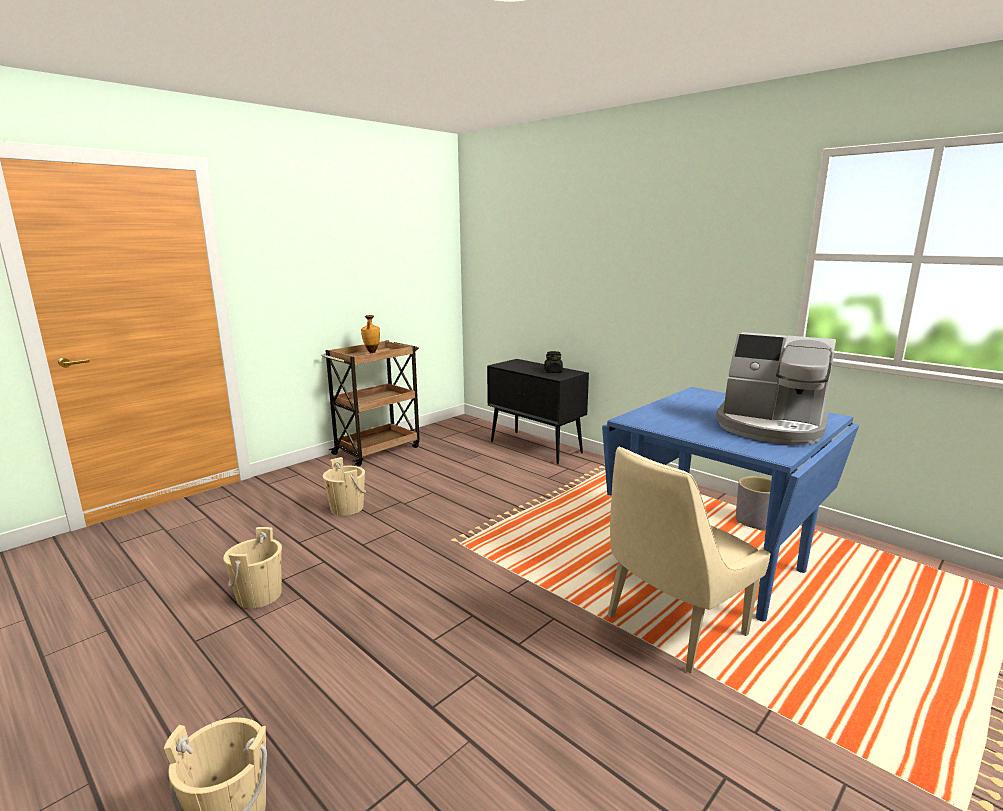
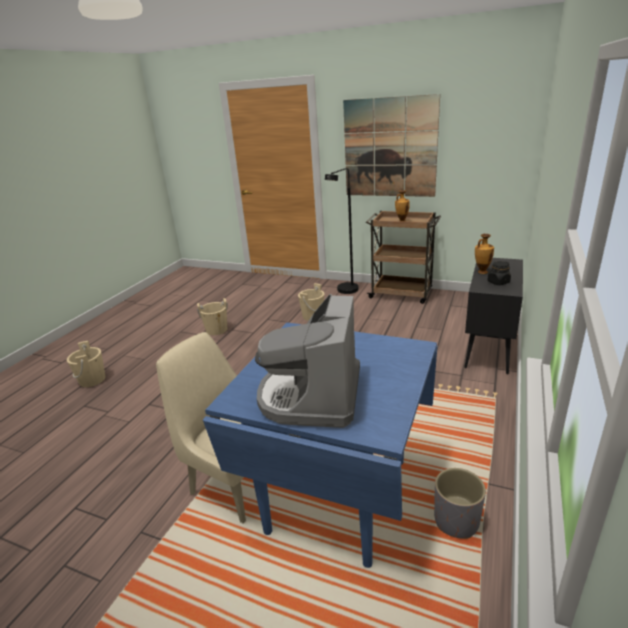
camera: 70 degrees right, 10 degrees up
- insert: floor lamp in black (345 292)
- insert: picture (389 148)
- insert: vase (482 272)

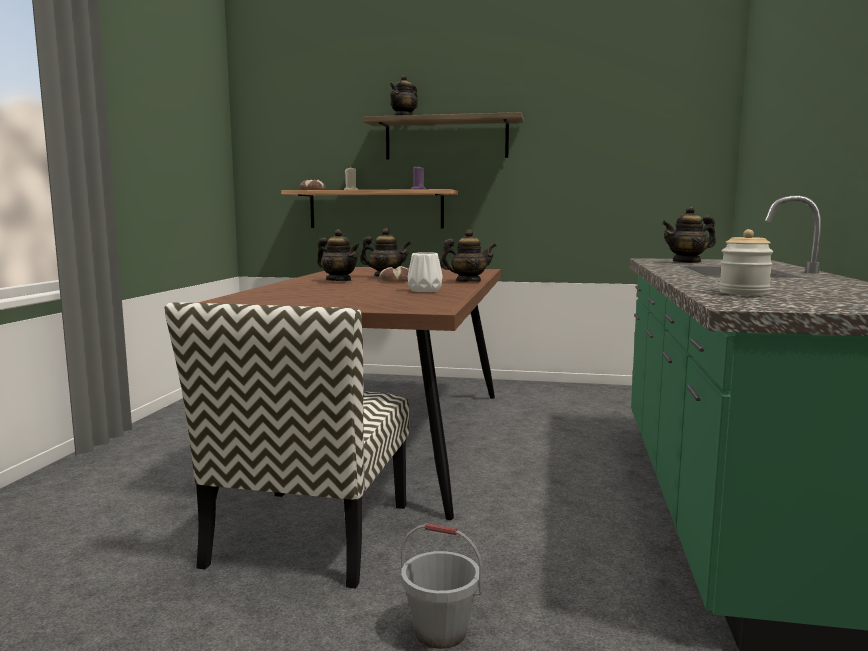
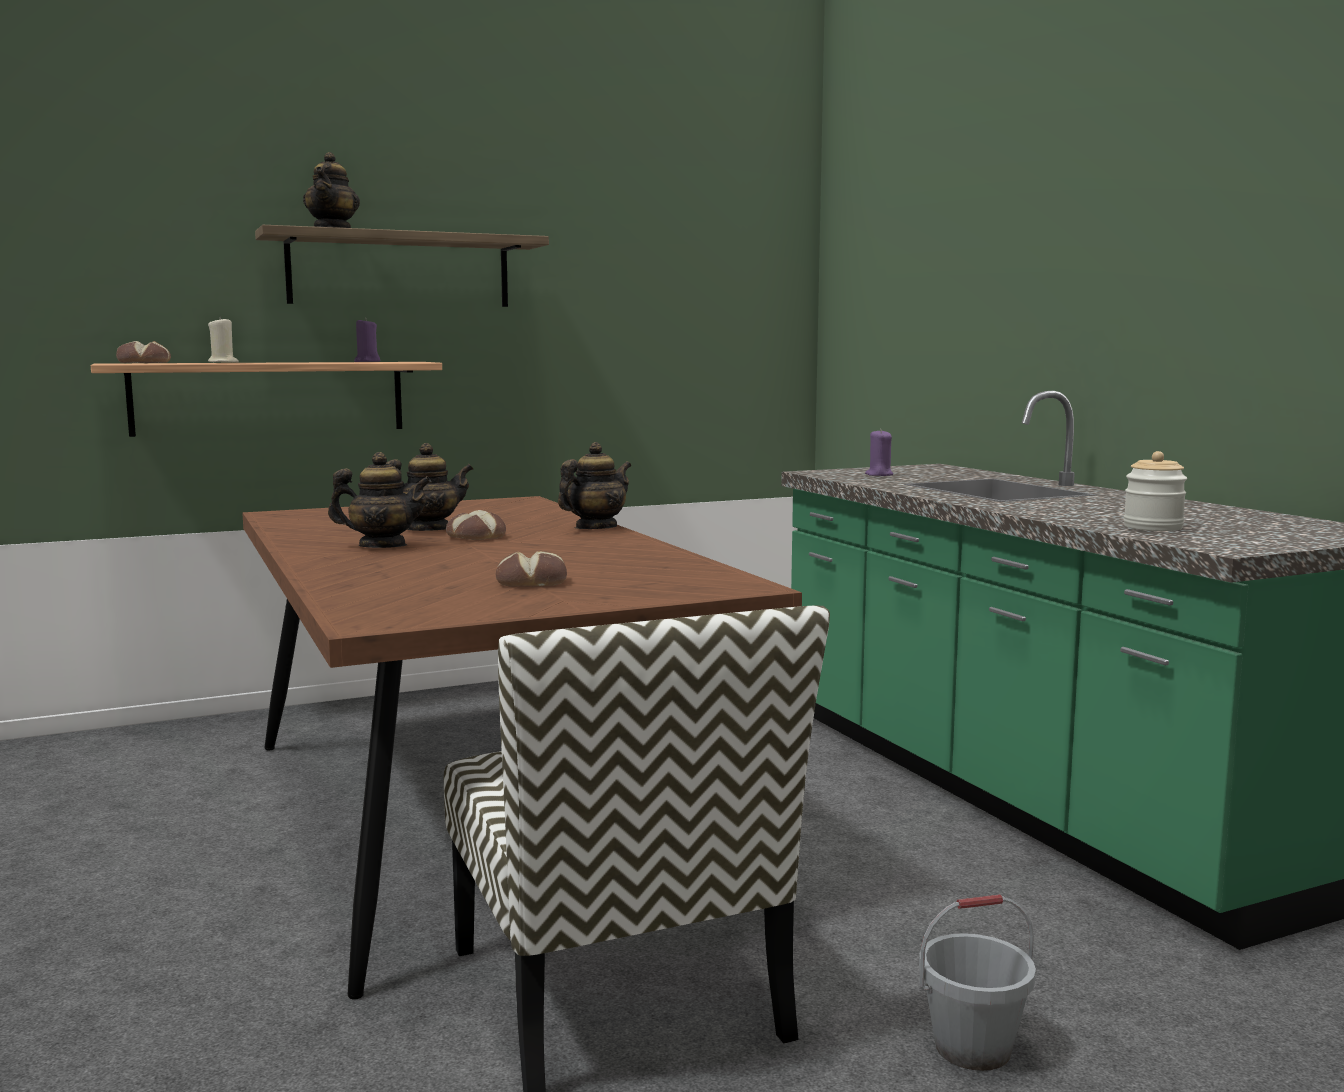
camera: 35 degrees left, 0 degrees up
- delete: vase in white (424 290)
- insert: bread (532 581)
- replace: teapot (687 262) to candle in purple (879 475)

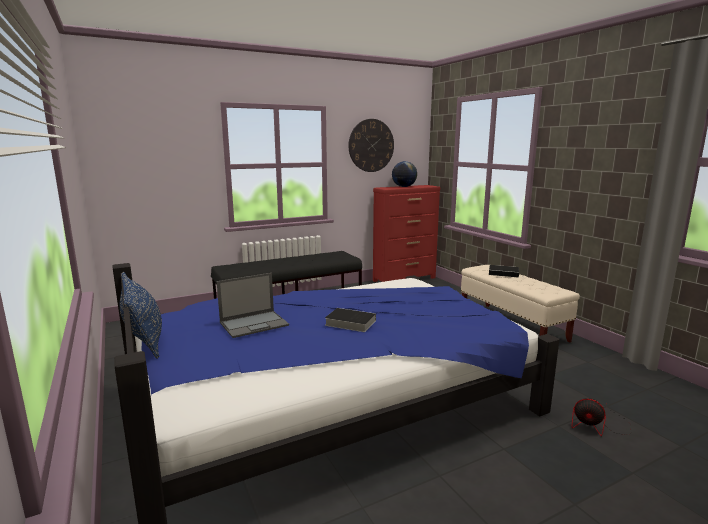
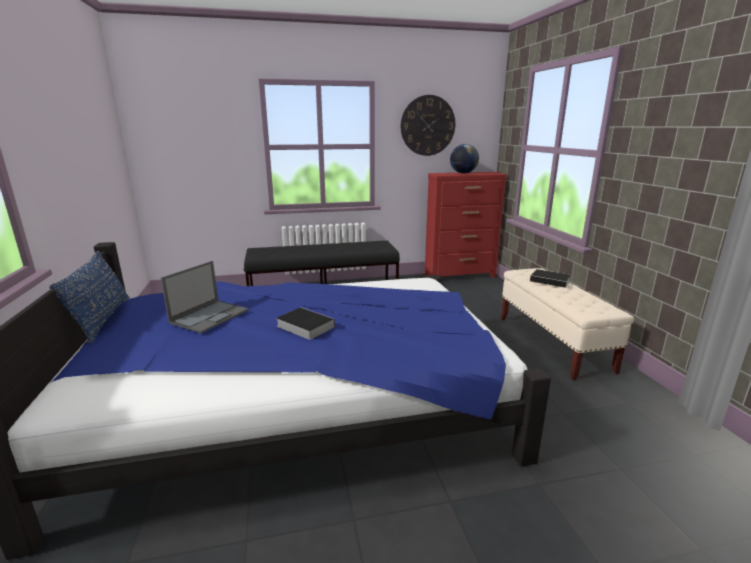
camera: 15 degrees right, 5 degrees up
- delete: fan (598 426)
- rotate: laptop (255 324) = (210 316) 45 degrees counterclockwise

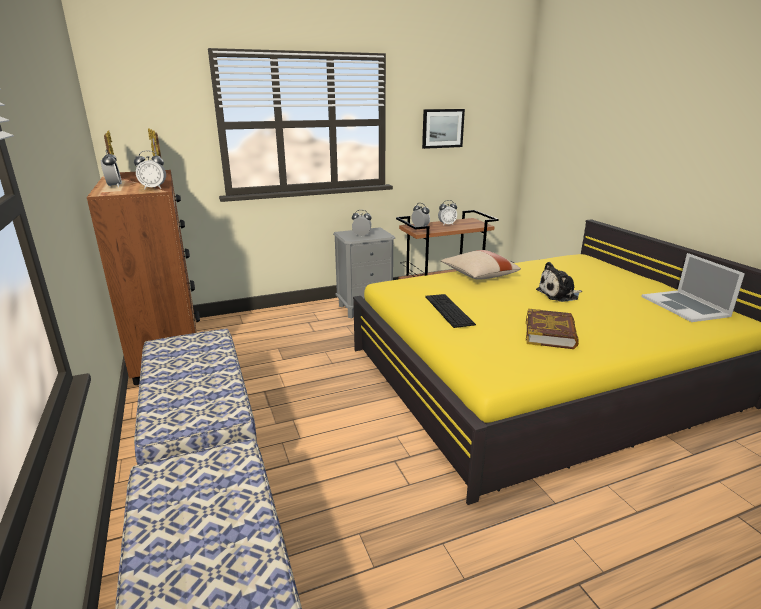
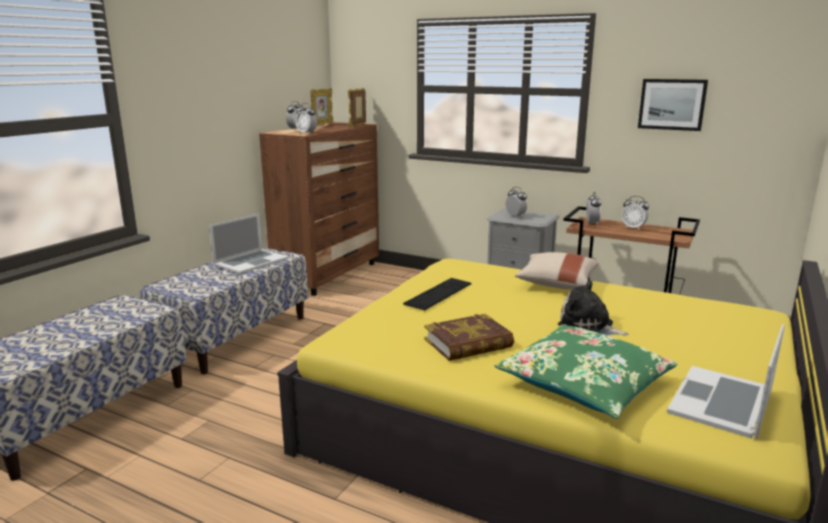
camera: 50 degrees right, 5 degrees down
- insert: laptop (250 261)
- insert: pillow in green (584 383)

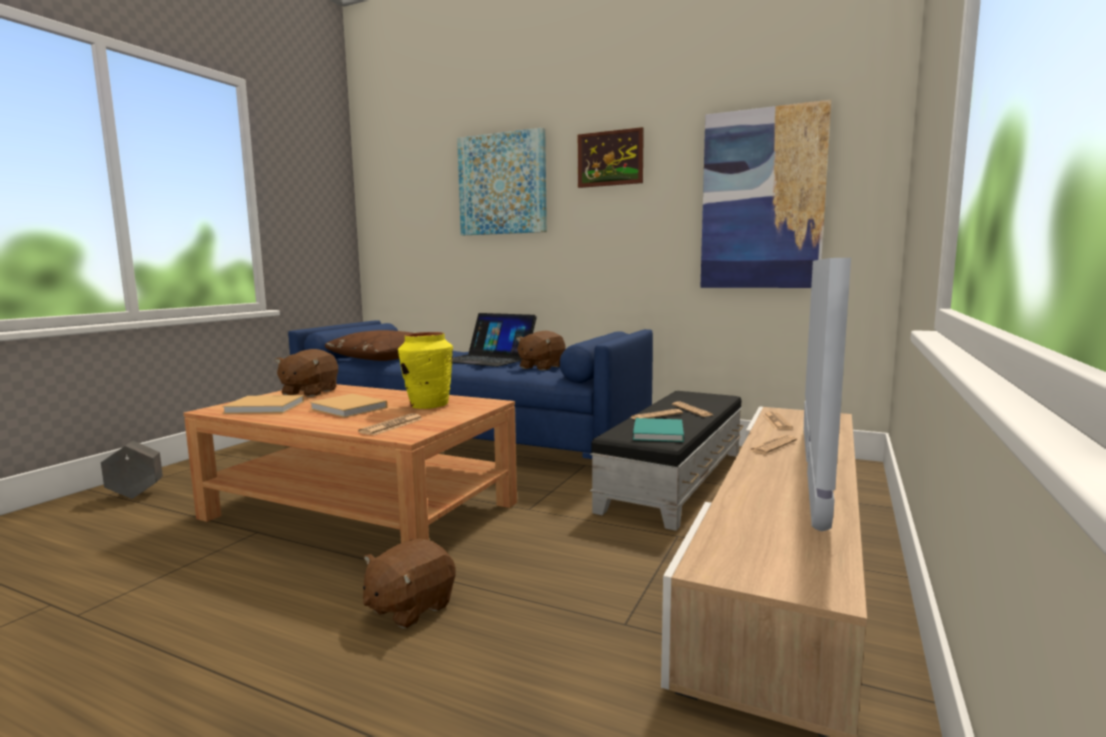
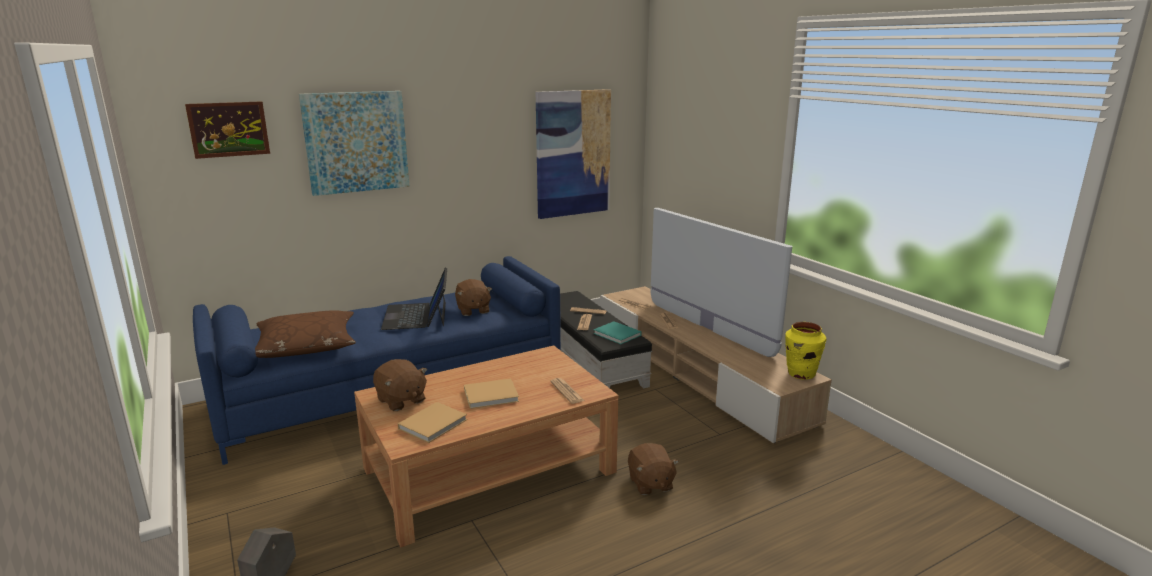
camera: 55 degrees left, 10 degrees up
- move: vase in yellow (428 405) to (801 374)
- move: picture (610 158) to (229 129)
- rotate: laptop (488 359) = (417 315) 105 degrees clockwise

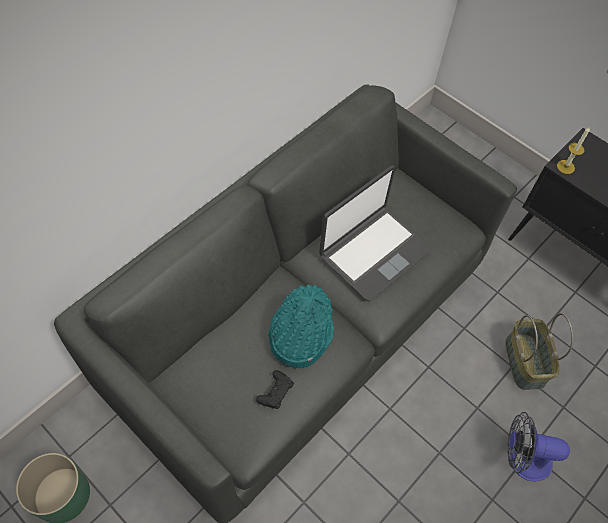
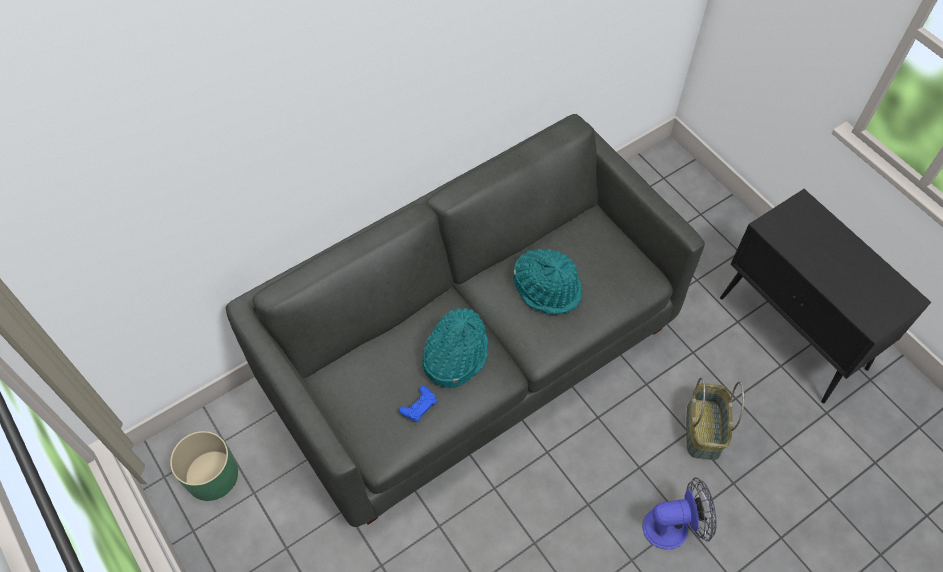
camera: 15 degrees right, 0 degrees up
- delete: candle (565 167)
- replace: laptop (374 252) to hat in turquoise (548 288)
- recolor: game controller in black (275 392) to game controller in blue (419 406)
- rotate: fan (522 458) = (673 526) 150 degrees clockwise

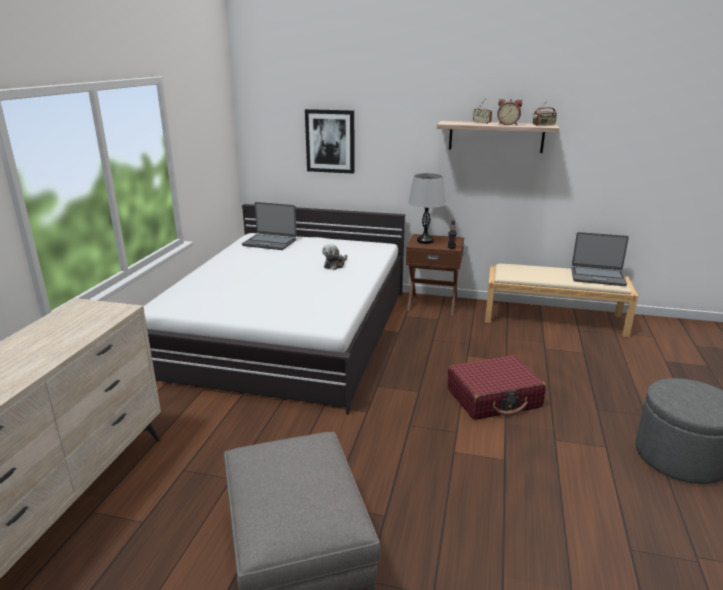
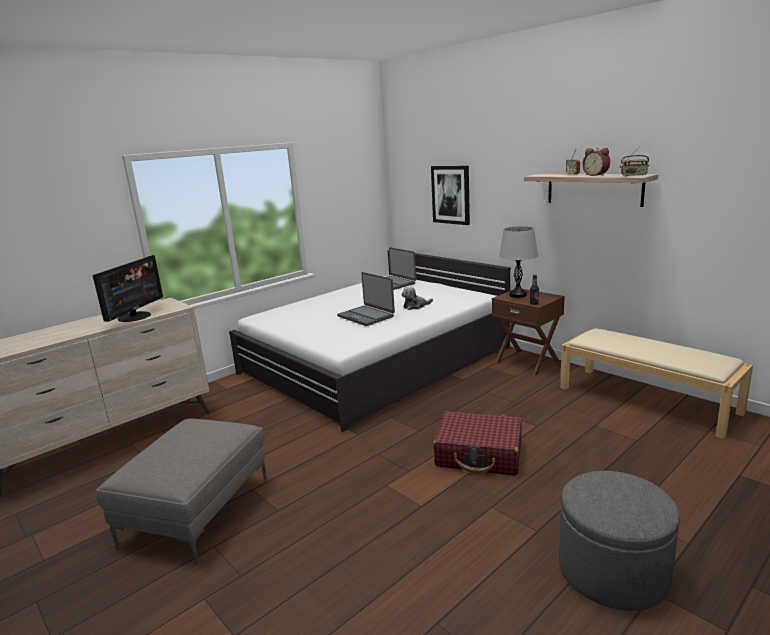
camera: 35 degrees right, 5 degrees down
- insert: monitor (135 316)
- move: laptop (597 277) to (366 316)

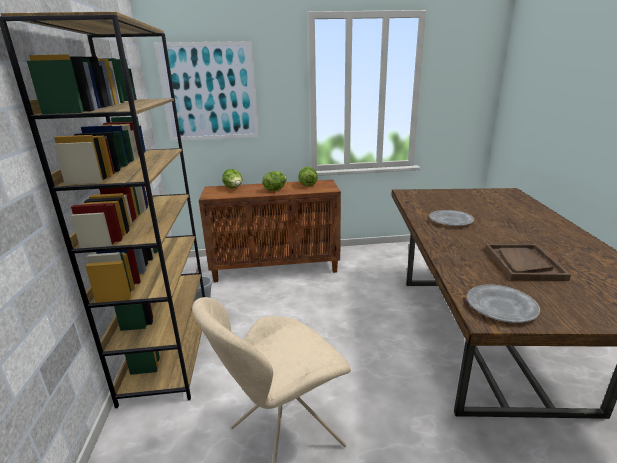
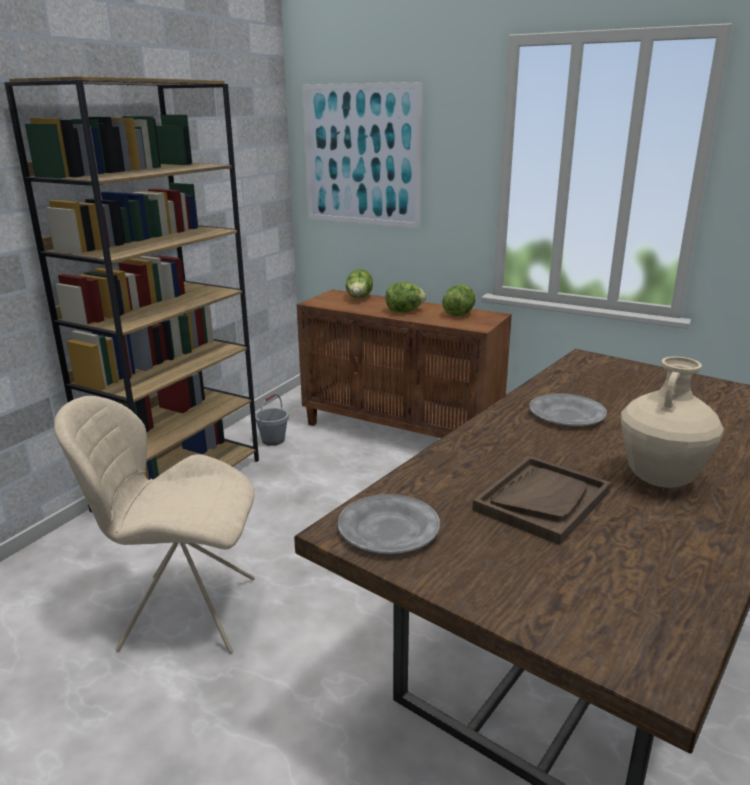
camera: 35 degrees right, 0 degrees up
- insert: vase in beige (660 479)

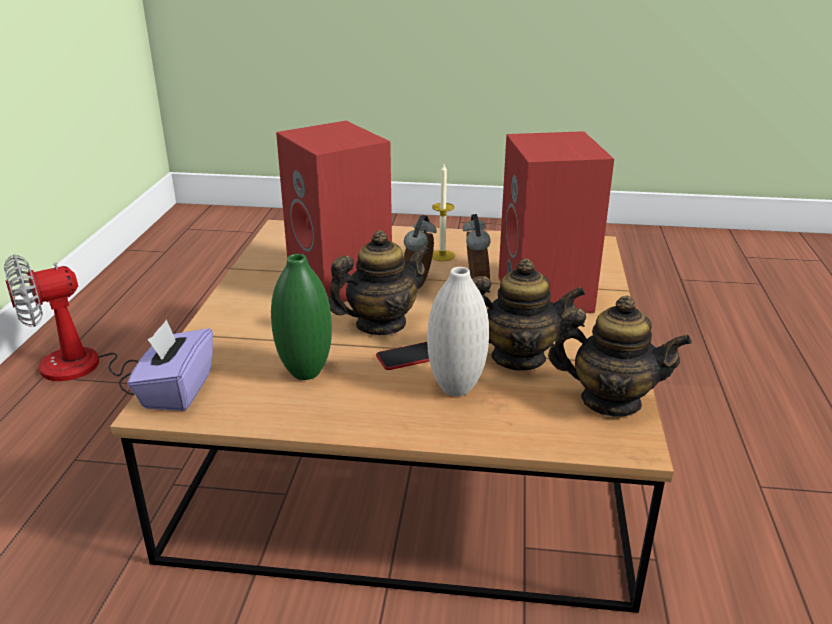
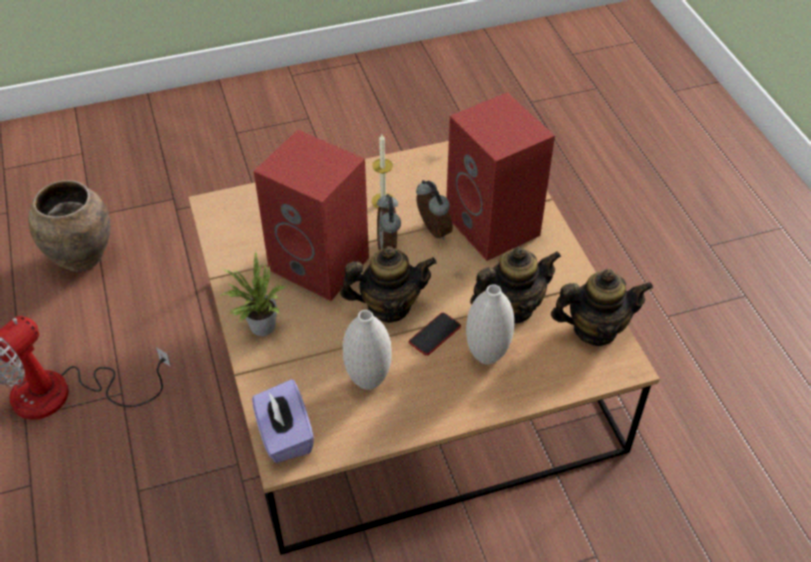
camera: 25 degrees left, 20 degrees up
- insert: vase in brown (81 258)
- insert: potted plant (259 327)
- recolor: vase in green (305 372) to vase in white (368 380)
- rotate: teapot (380 324) = (388 306) 45 degrees clockwise

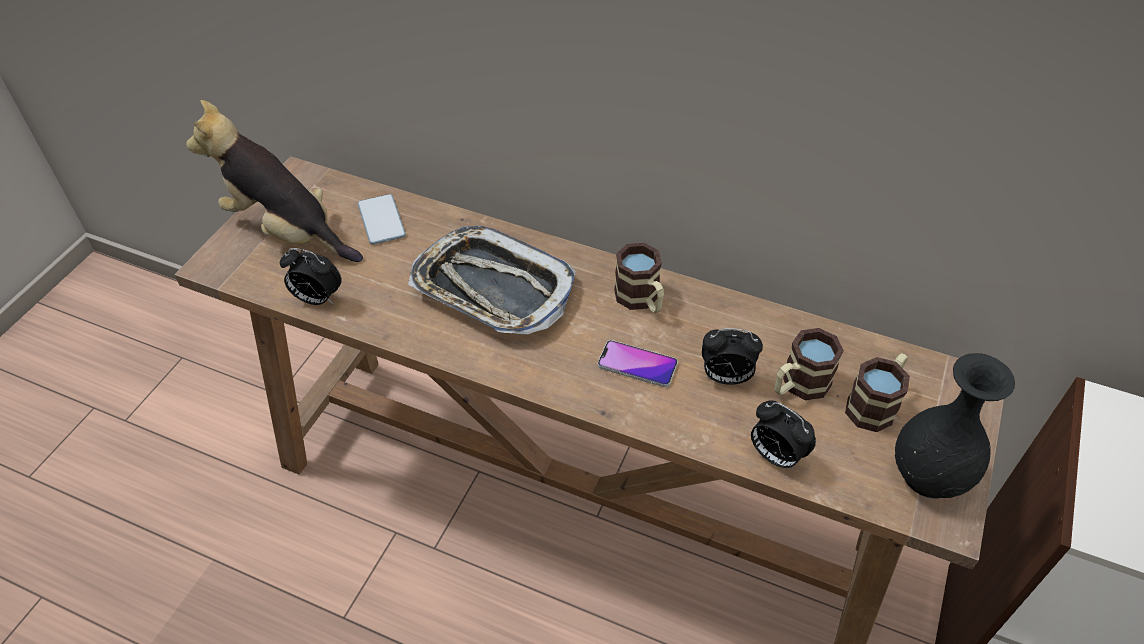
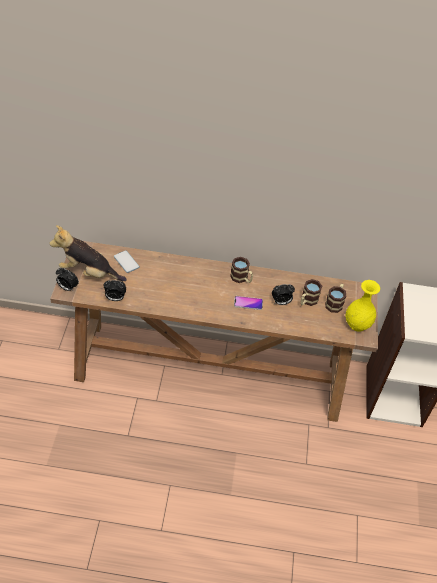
camera: 20 degrees left, 0 degrees up
- delete: tray (492 288)
- move: alarm clock (775 455) to (67 288)
- recolor: vase in black (929 477) to vase in yellow (357 324)

